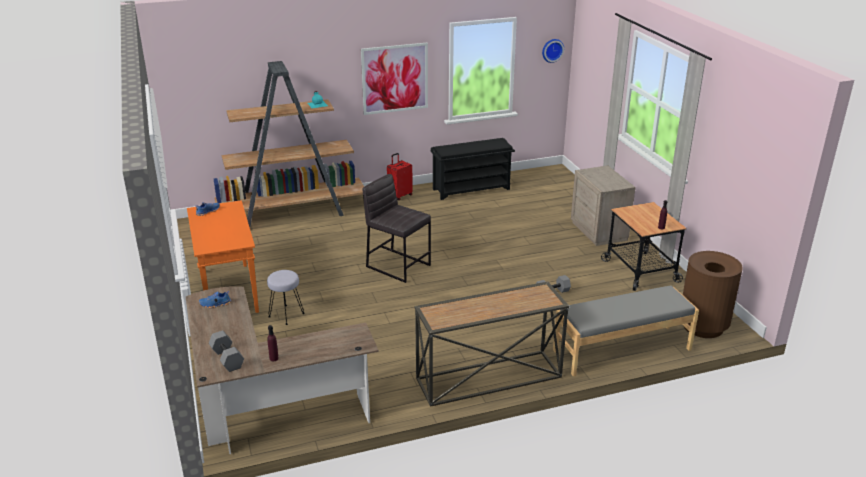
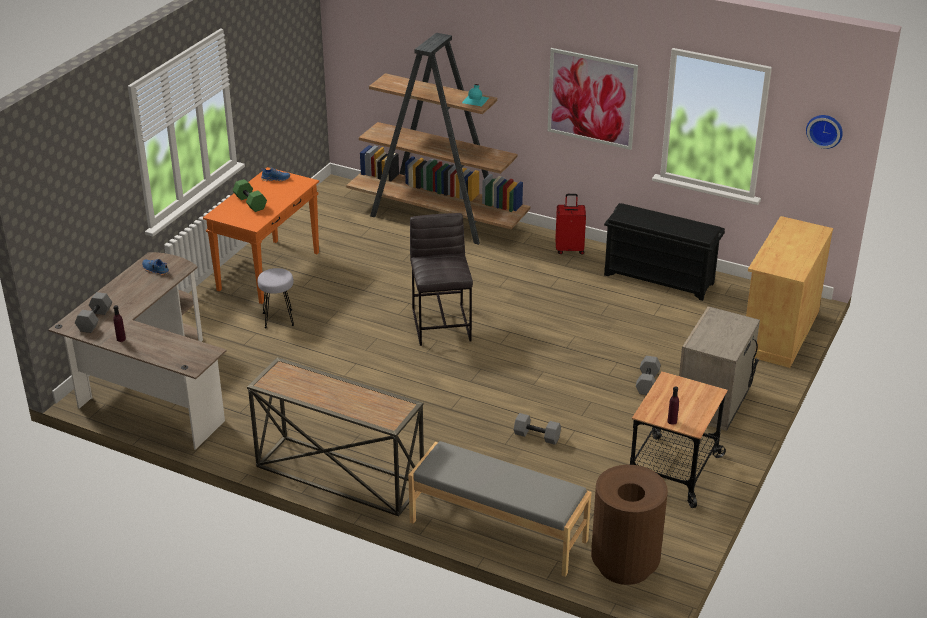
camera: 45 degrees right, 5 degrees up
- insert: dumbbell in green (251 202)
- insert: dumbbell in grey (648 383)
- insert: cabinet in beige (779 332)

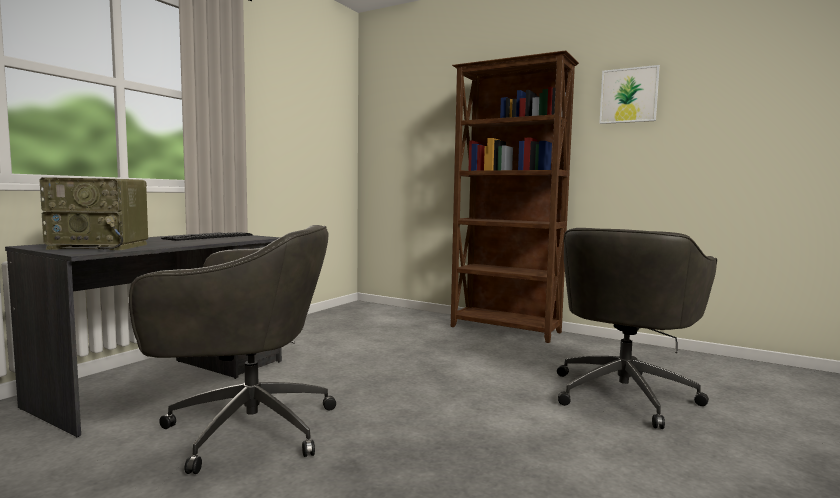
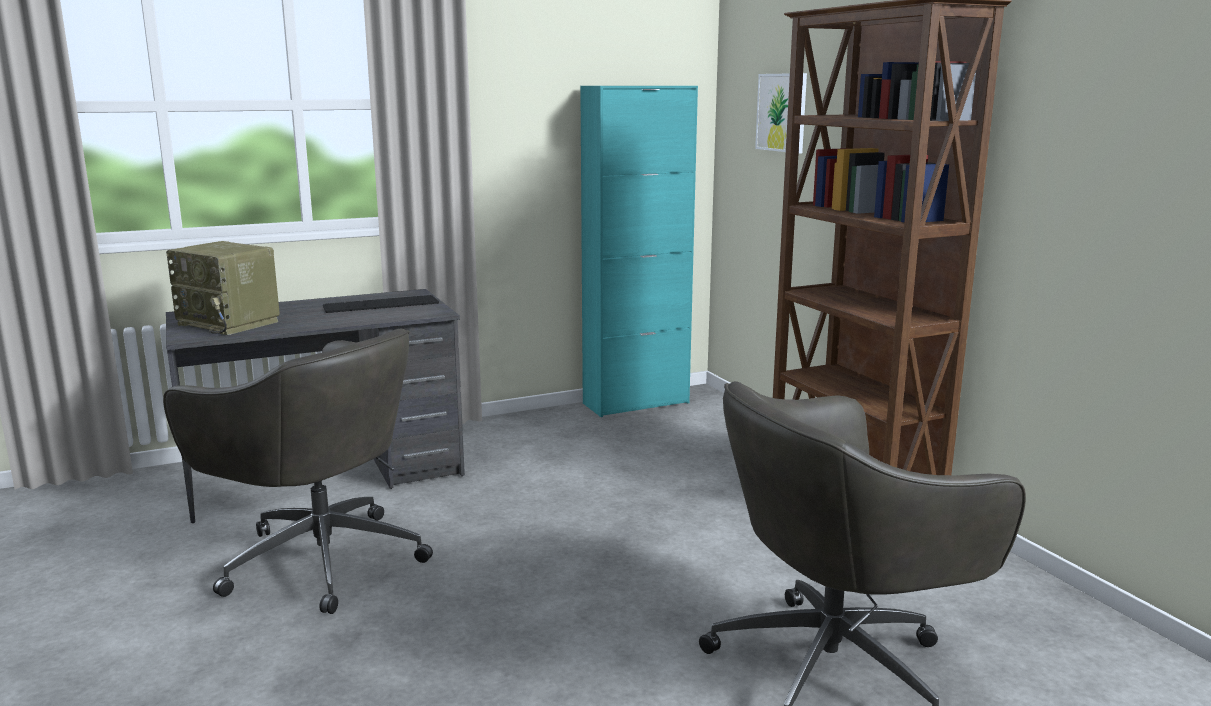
camera: 35 degrees right, 10 degrees up
- insert: cabinet in turquoise (636 403)
- move: picture (628 95) to (782 112)

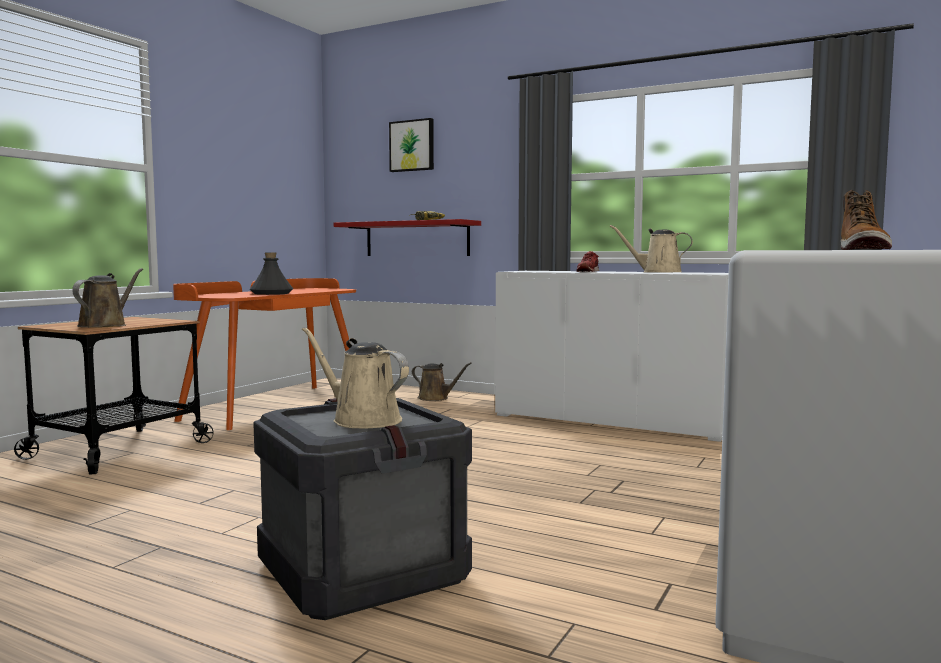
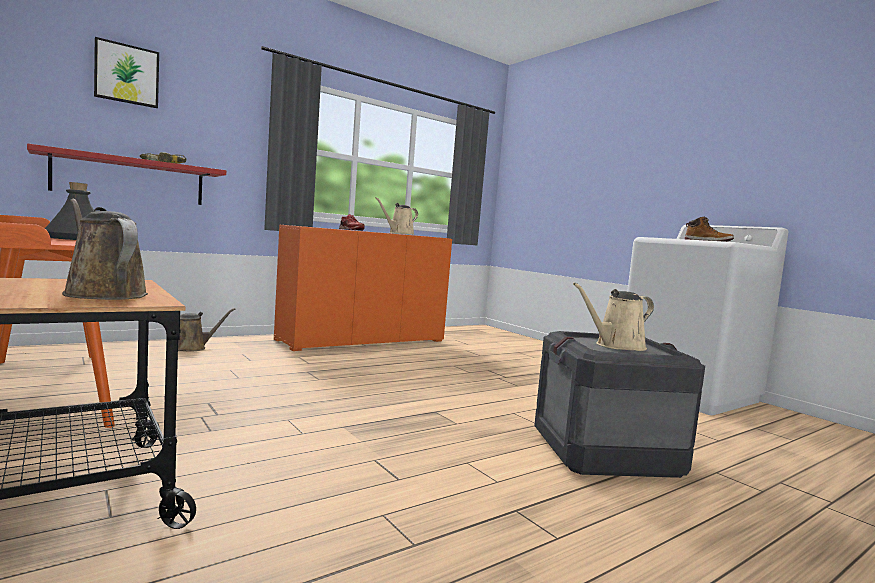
camera: 65 degrees left, 0 degrees up
- recolor: cabinet in white (610 420) to cabinet in orange (363 340)

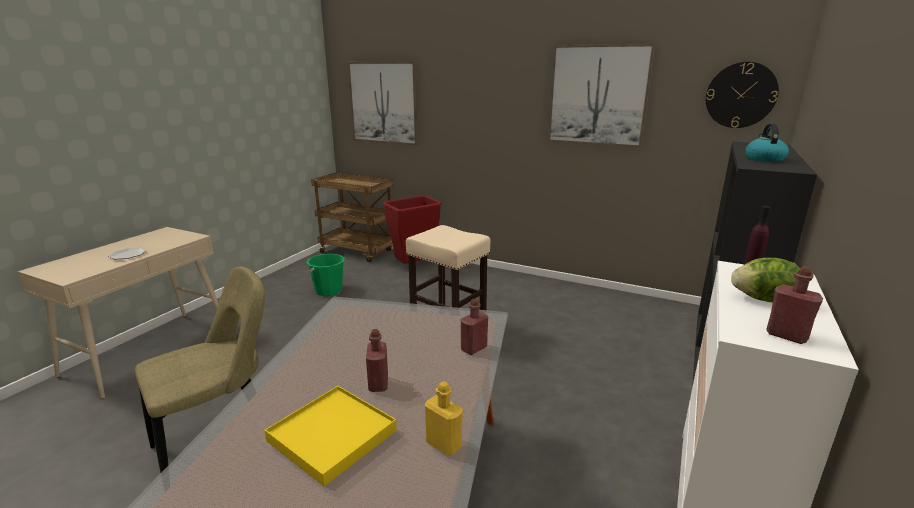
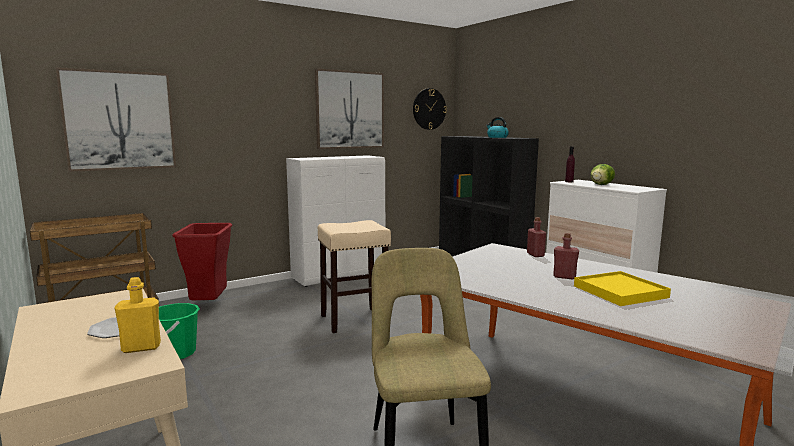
camera: 60 degrees left, 10 degrees down
- delete: bottle in red (786 335)
- insert: cabinet in white (339 276)
- move: bottle in yellow (444 444) to (141 347)

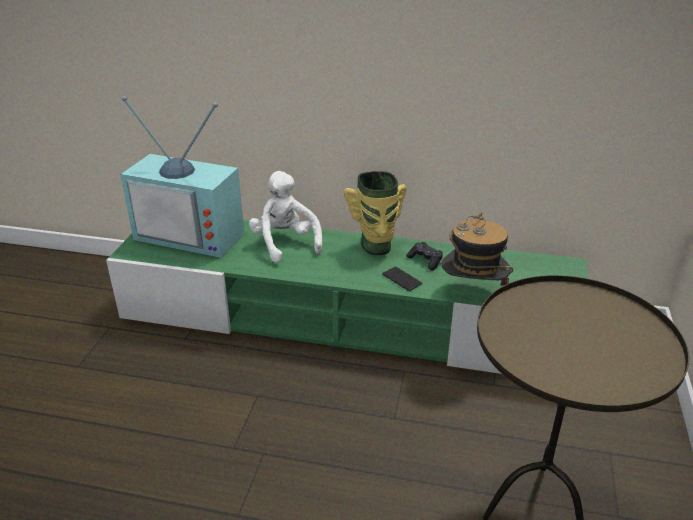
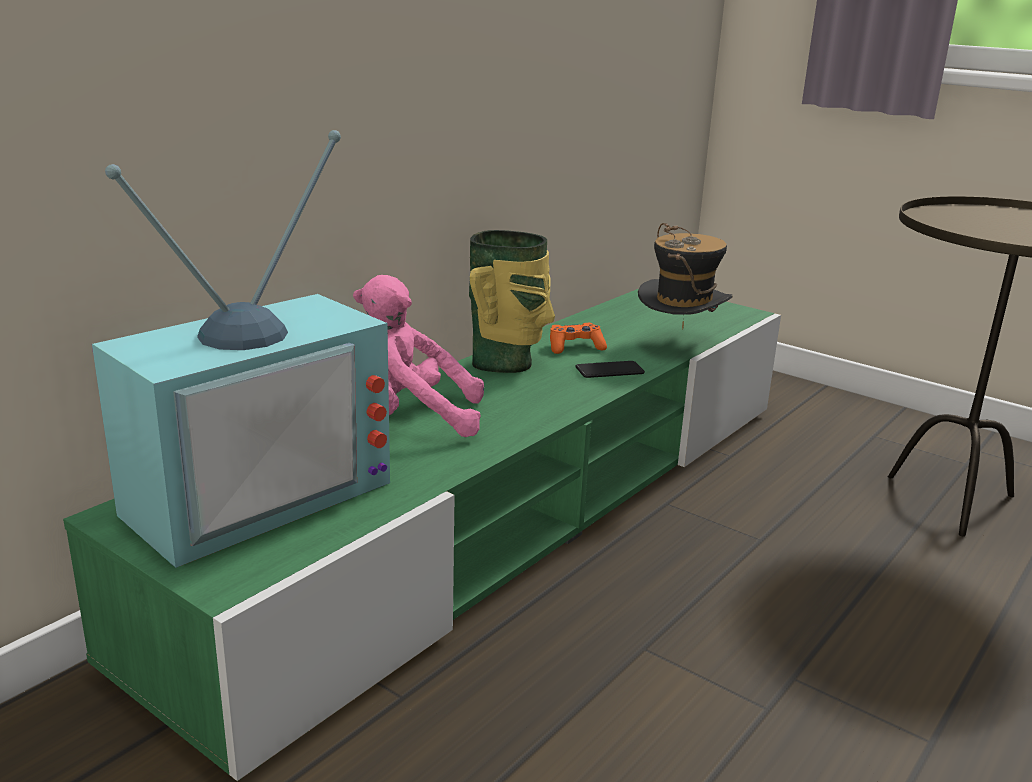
camera: 65 degrees left, 10 degrees down
- recolor: plush toy in white (285 243) to plush toy in pink (410 419)
- recolor: game controller in black (425 260) to game controller in orange (575 347)

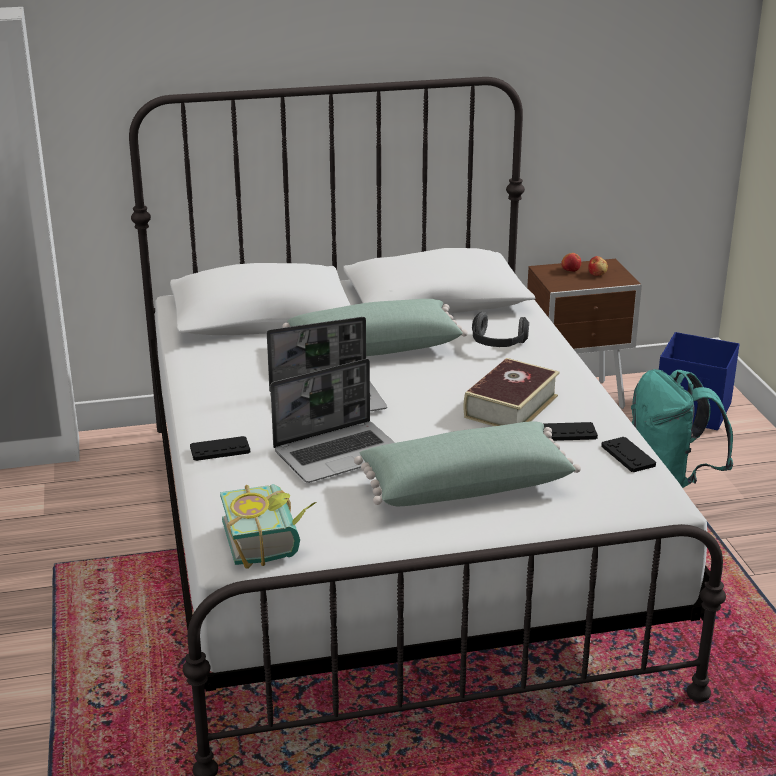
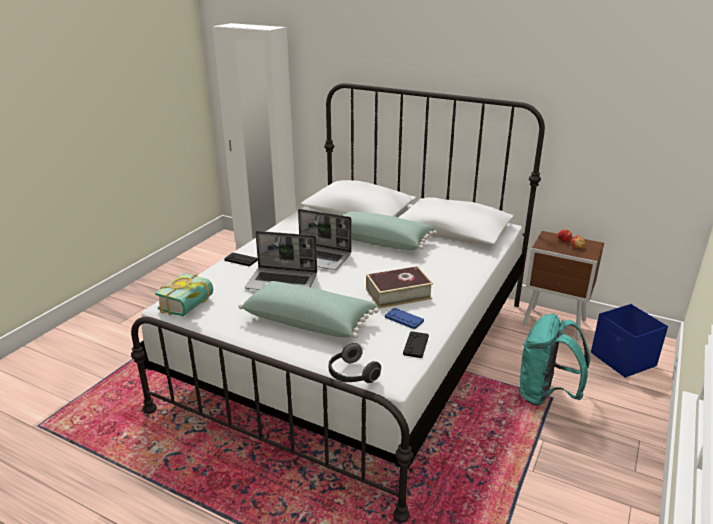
camera: 40 degrees right, 0 degrees up
- move: headphones (497 344) to (351 375)
- recolor: game controller in black (567 433) to game controller in blue (404 319)

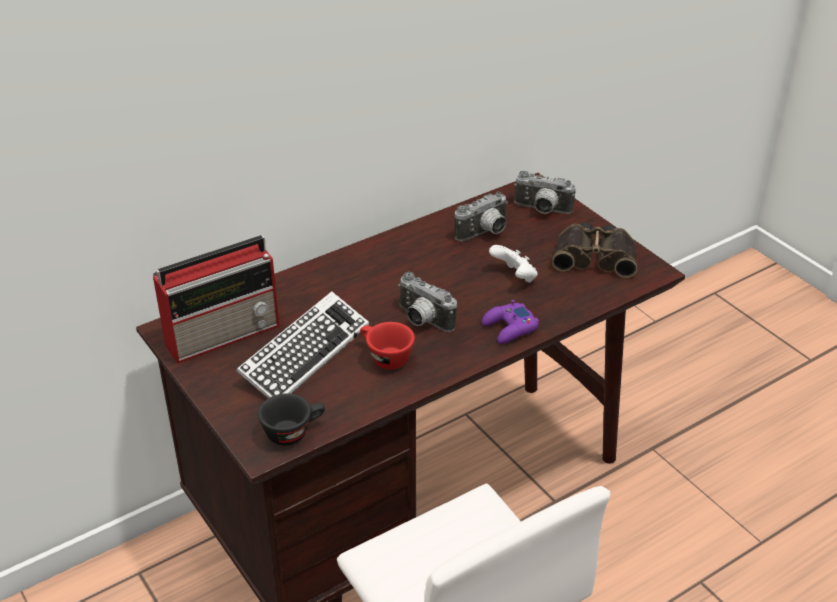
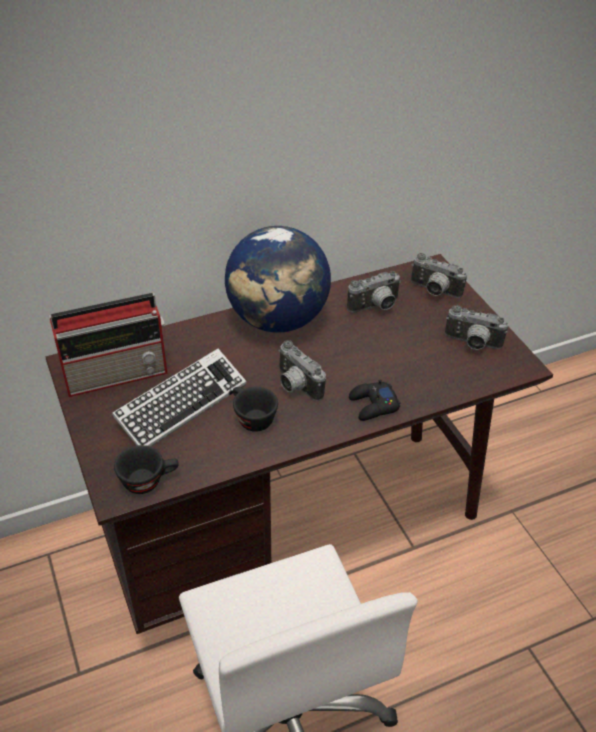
camera: 10 degrees right, 5 degrees up
- delete: game controller in white (514 277)
- insert: globe (278 320)
- replace: binoculars (595 256) to photo camera (472 344)
- recolor: cup in red (384 357) to cup in black (251 418)
- recolor: game controller in purple (509 328) to game controller in black (373 405)

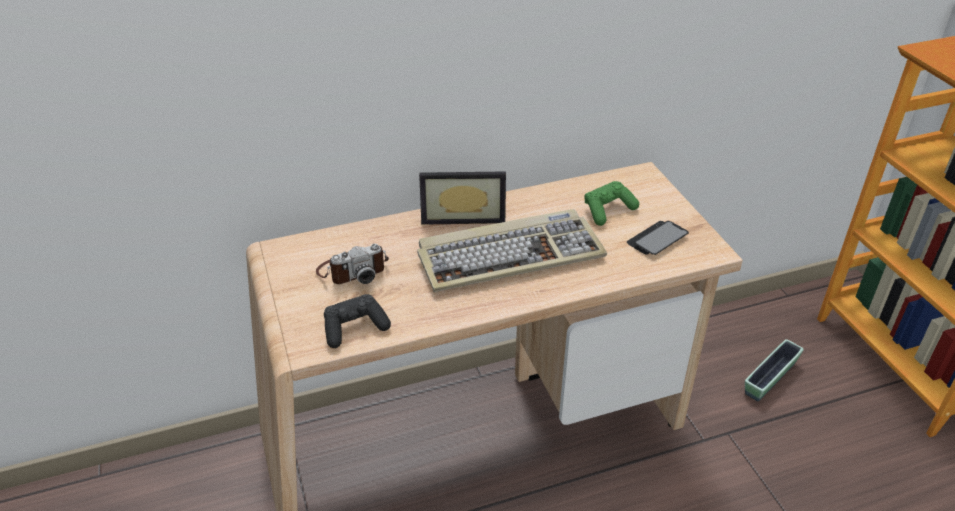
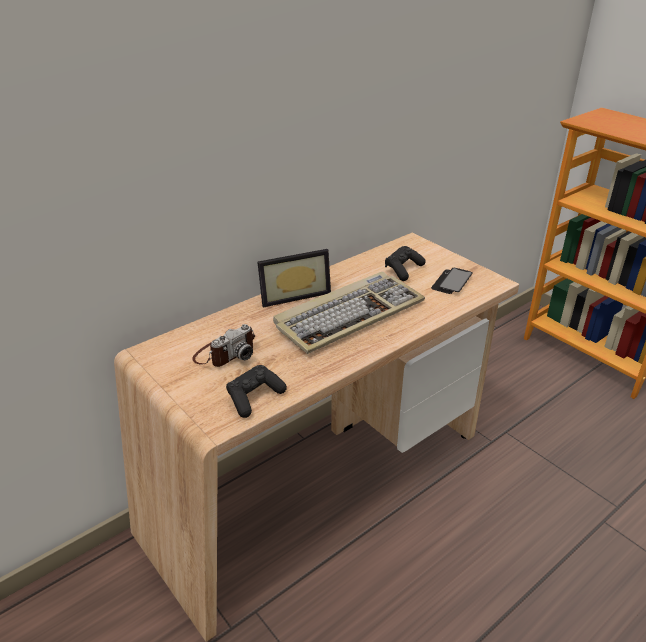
camera: 20 degrees left, 5 degrees down
- delete: planter (770 378)
- recolor: game controller in green (608 210) to game controller in black (403 270)

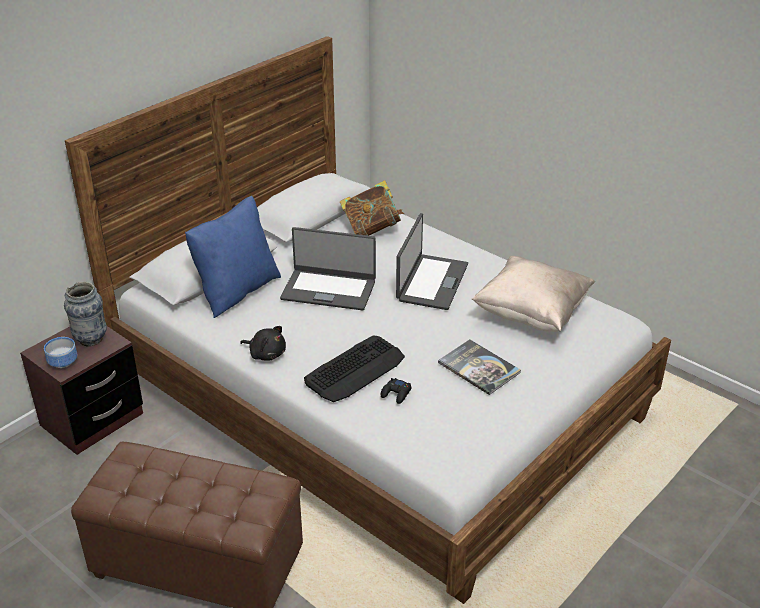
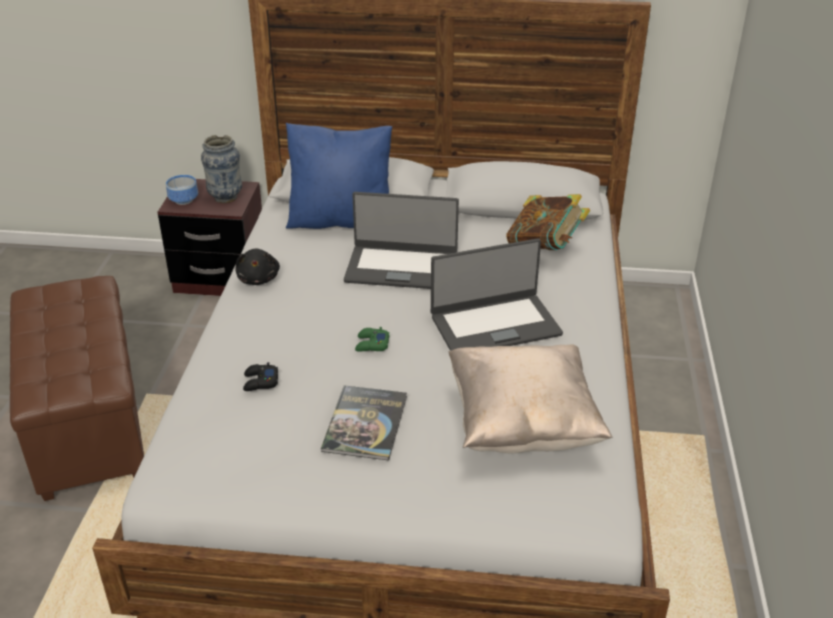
camera: 55 degrees right, 0 degrees up
- delete: keyboard (355 369)
- insert: game controller in green (371 344)
- rotate: laptop (329 289) = (401 267) 60 degrees counterclockwise

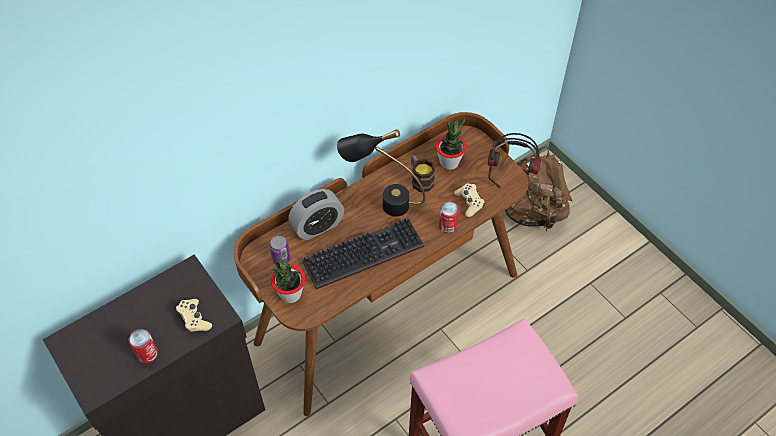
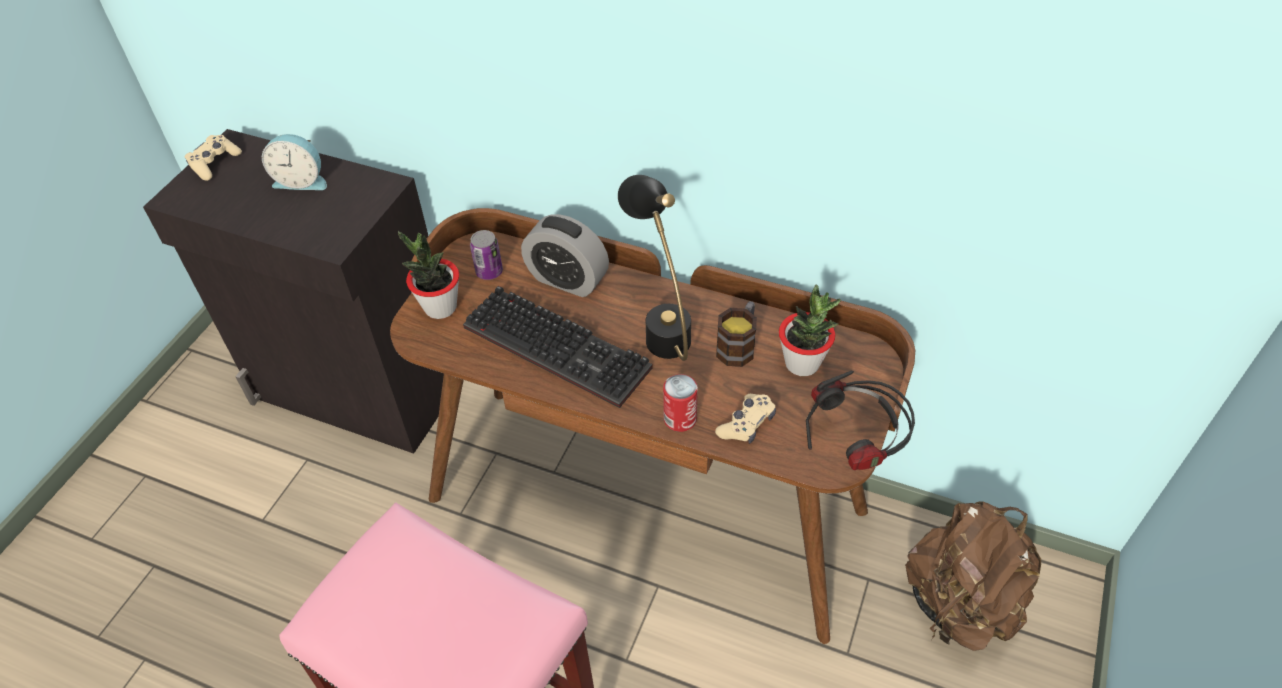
camera: 60 degrees right, 5 degrees down
- delete: can (147 354)
- insert: alarm clock (301 180)
- move: game controller in beige (194 319) to (214 163)

